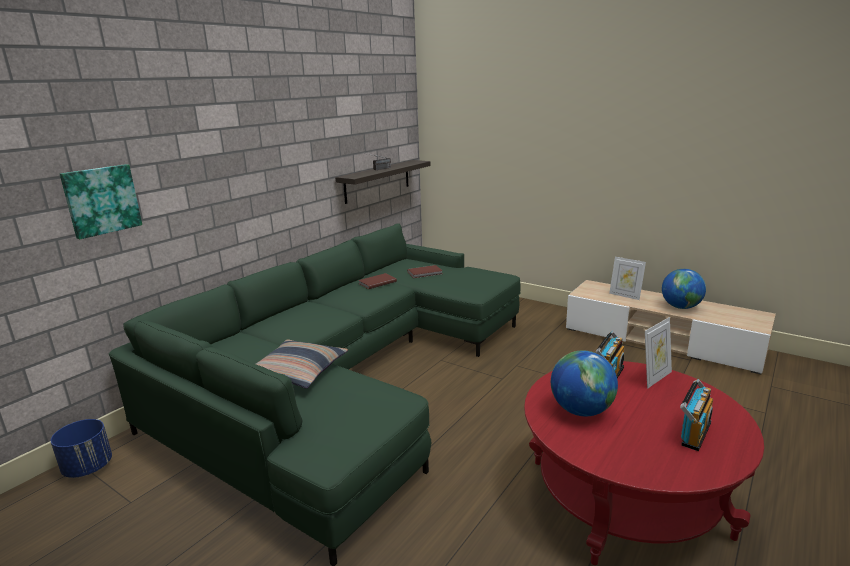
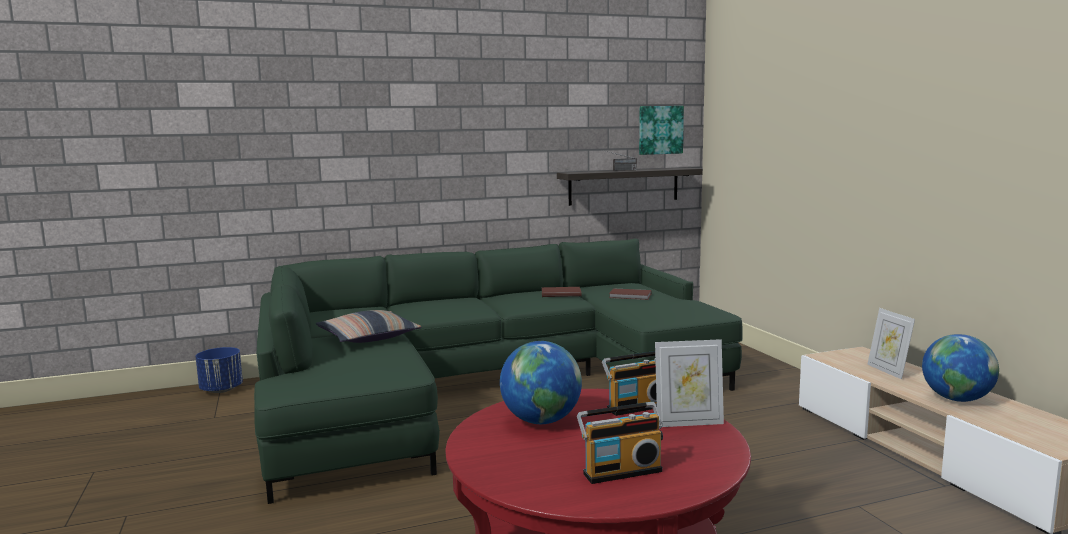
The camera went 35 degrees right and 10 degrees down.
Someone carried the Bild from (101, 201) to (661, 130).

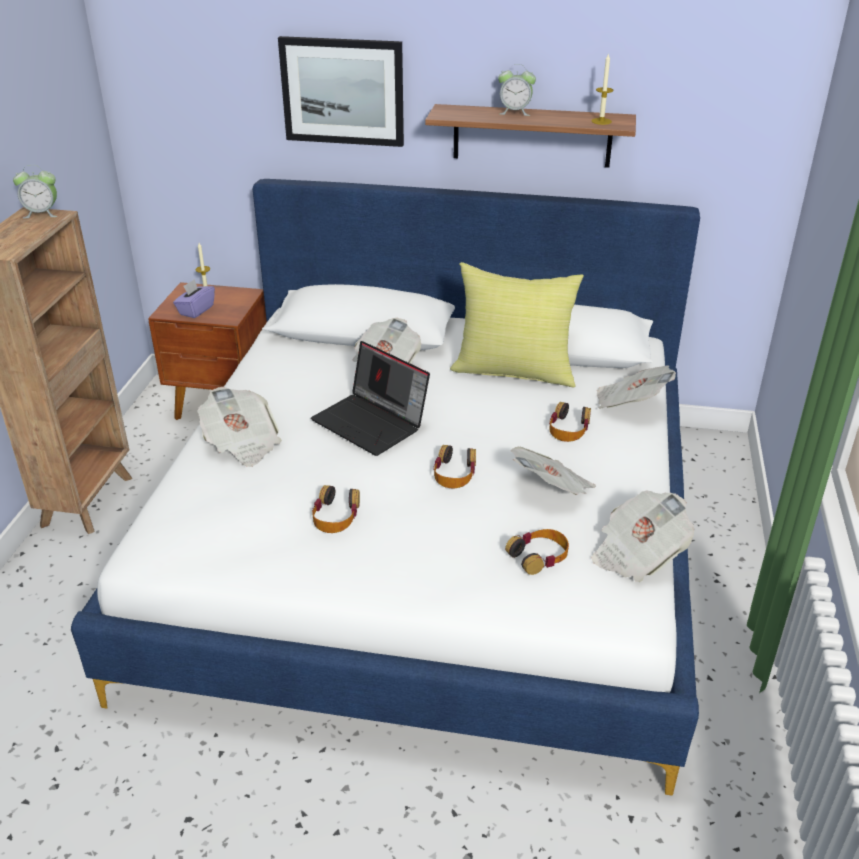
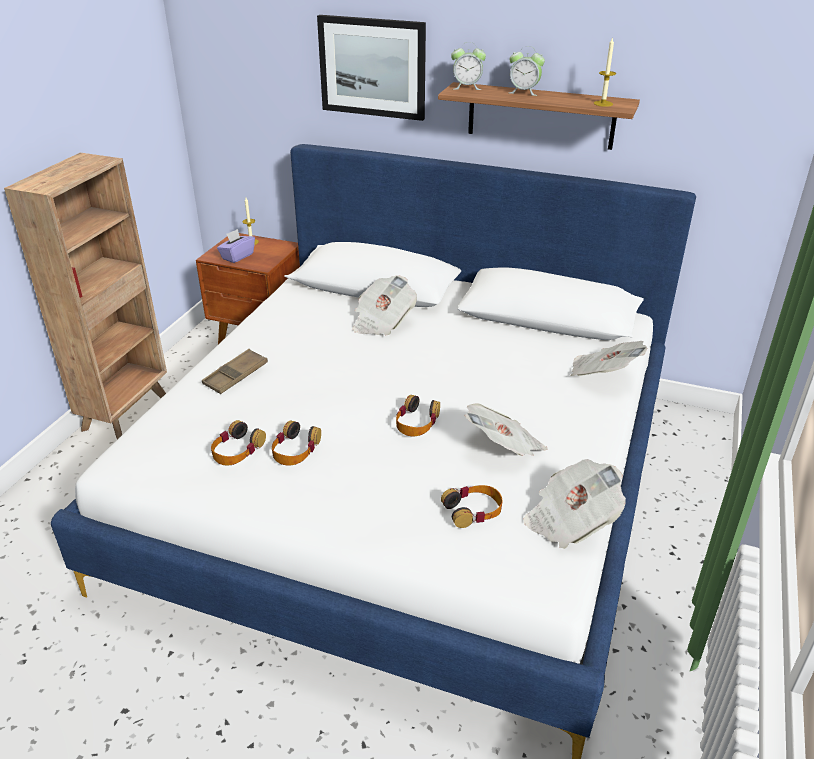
The camera went 10 degrees right and 0 degrees up.
Someone swapped the Zeitung at (240, 427) for the Tablett (braun) at (235, 371).
Someone carried the Kopfhörer from (570, 422) to (238, 443).
Someone carried the Wecker from (35, 191) to (468, 66).
Someone took away the Laptop at (370, 398).
Someone took away the Kissen (gelb) at (517, 324).

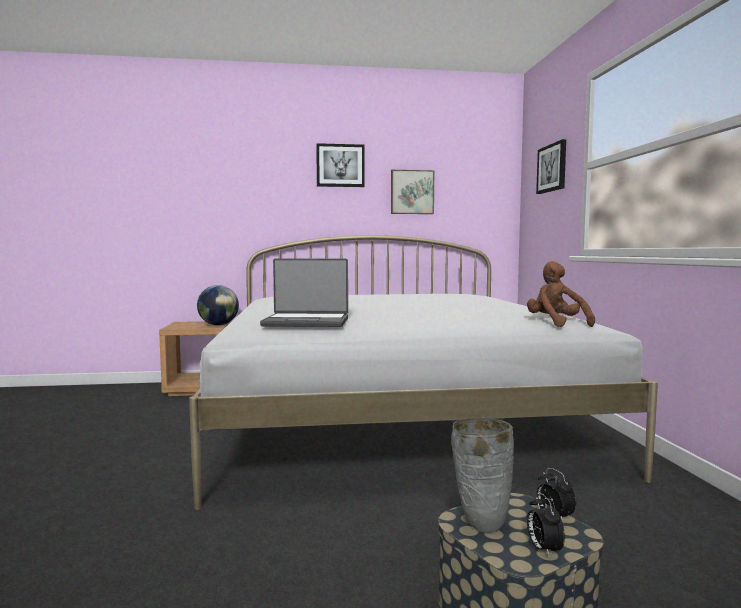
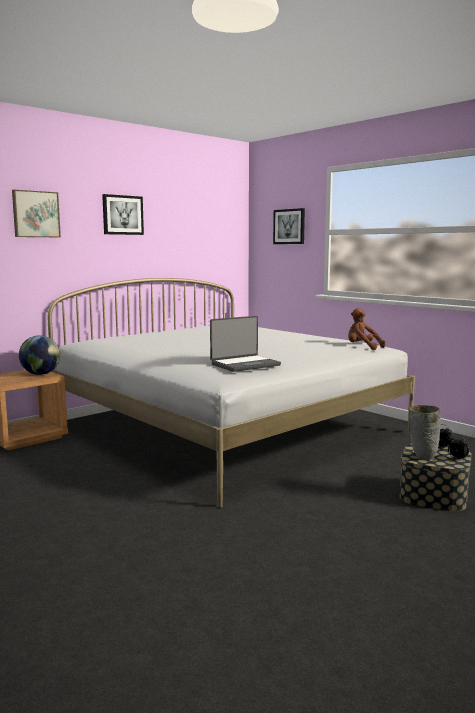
The camera went 35 degrees left and 5 degrees up.
Someone carried the Bild from (413, 192) to (36, 213).

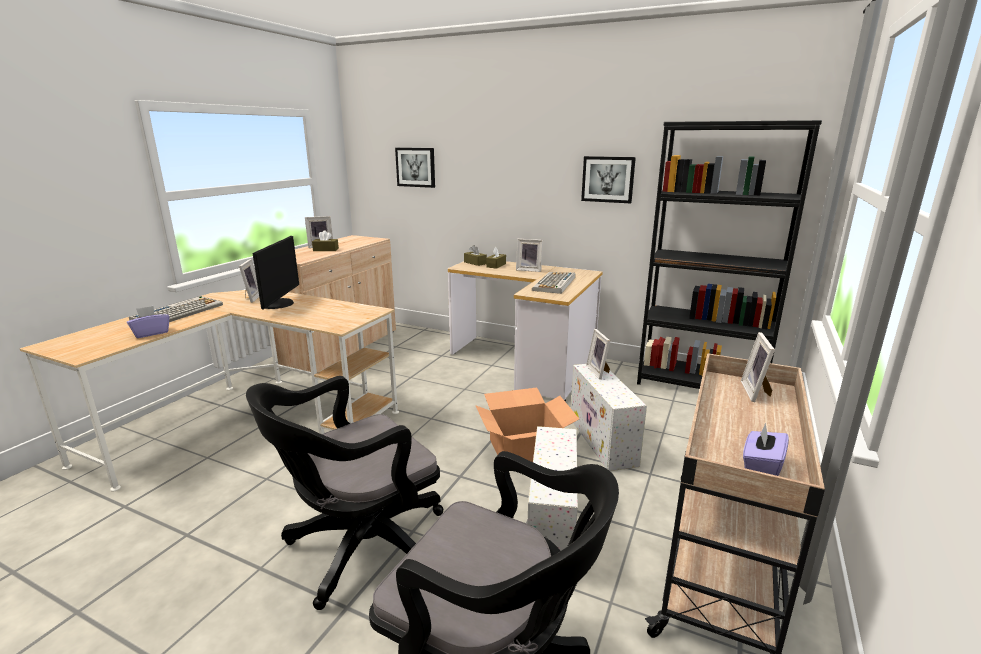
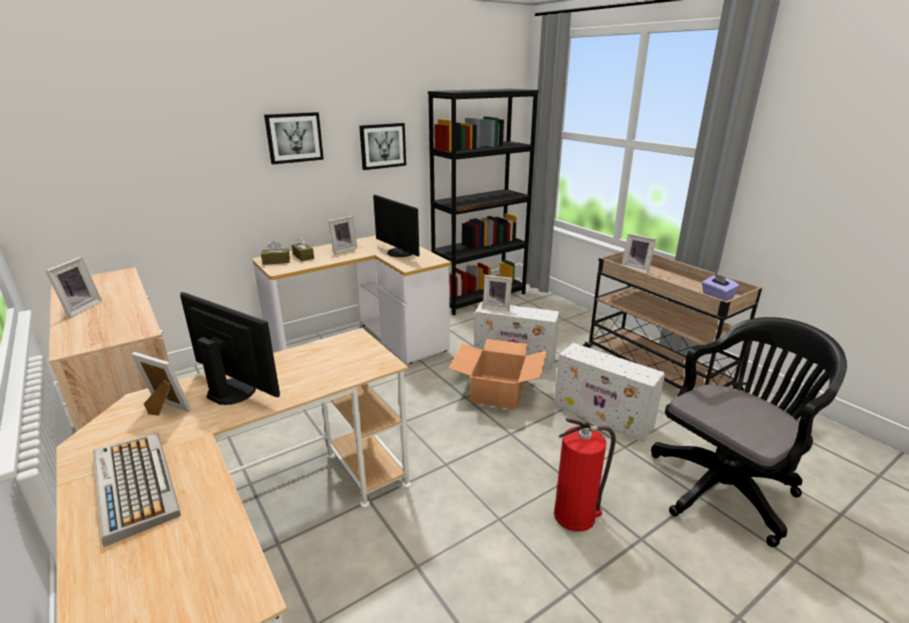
The camera went 60 degrees left and 5 degrees up.
Someone carried the Bild from (415, 168) to (294, 138).
Someone swapped the Tastatur at (553, 283) for the Monitor at (396, 225).
Someone swapped the Bürostuhl (schwarz) at (345, 493) for the Feuerlöscher at (585, 475).
Someone took away the Taschentuchbox (lila) at (148, 322).
Someone took away the Taschentuchbox (braun) at (325, 240).

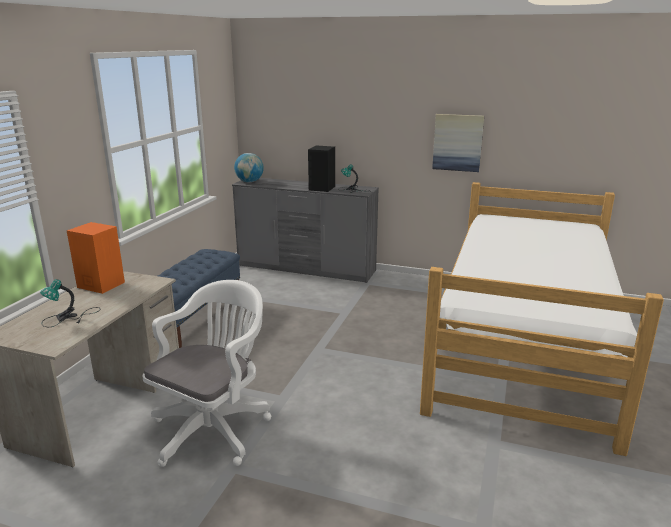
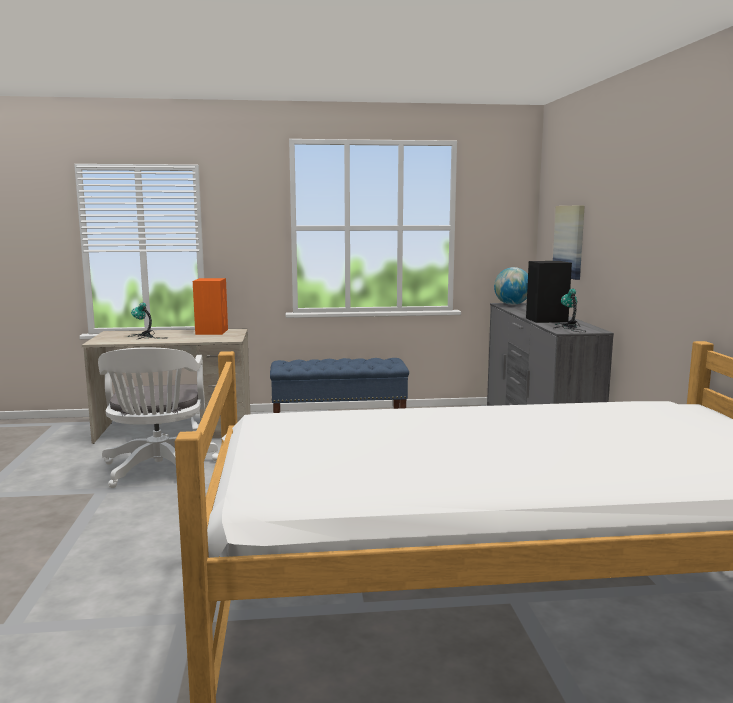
The camera went 65 degrees right and 10 degrees down.
Someone rotated the Bürostuhl (weiß) at (206, 373) by 75 degrees clockwise.
Someone carried the Bild from (458, 143) to (569, 242).

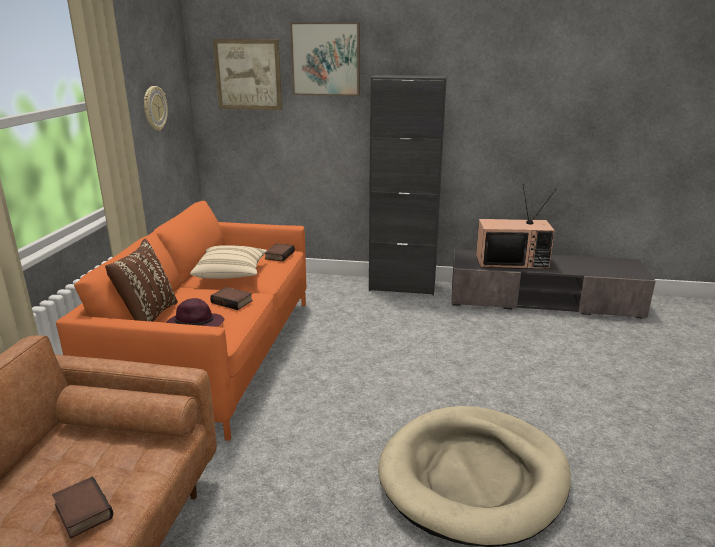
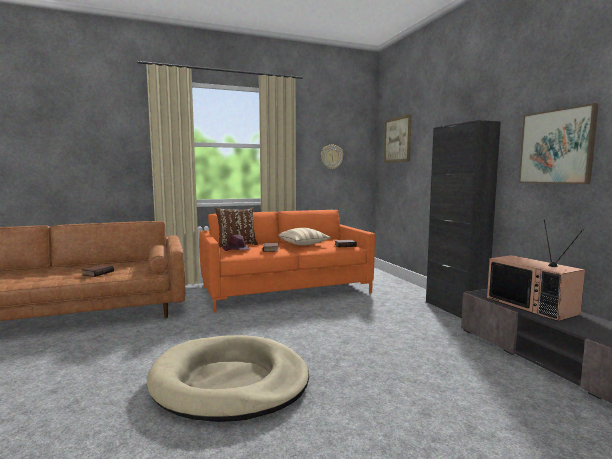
The camera went 60 degrees right and 15 degrees down.
Someone carried the Bild from (325, 59) to (559, 143).

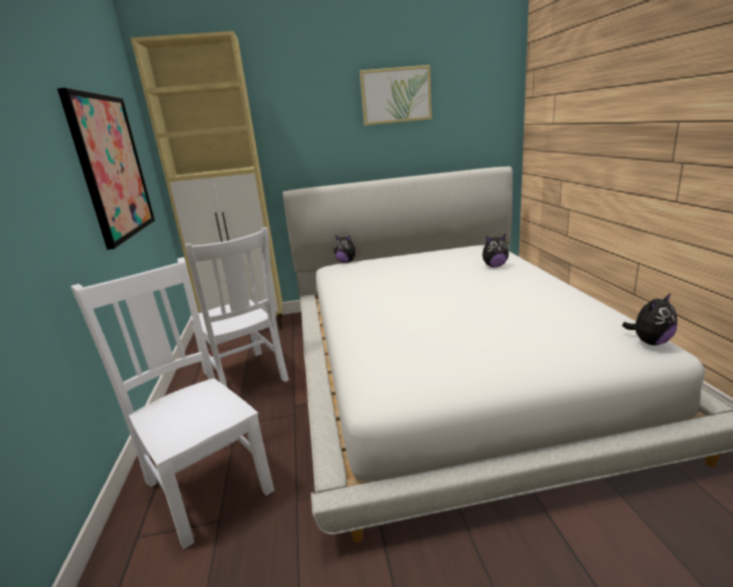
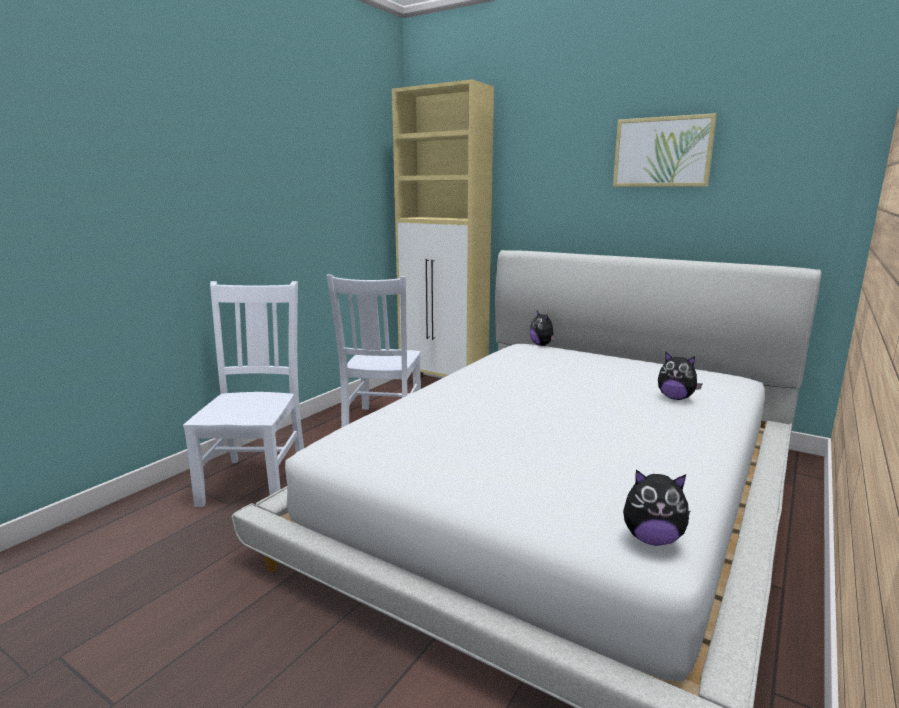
The camera went 40 degrees right and 5 degrees down.
Someone took away the Bild at (106, 169).

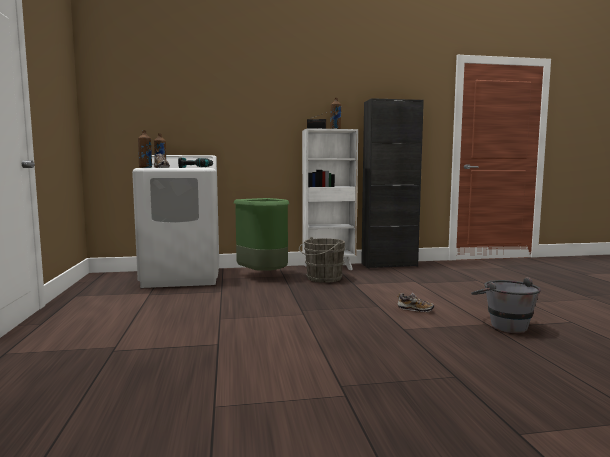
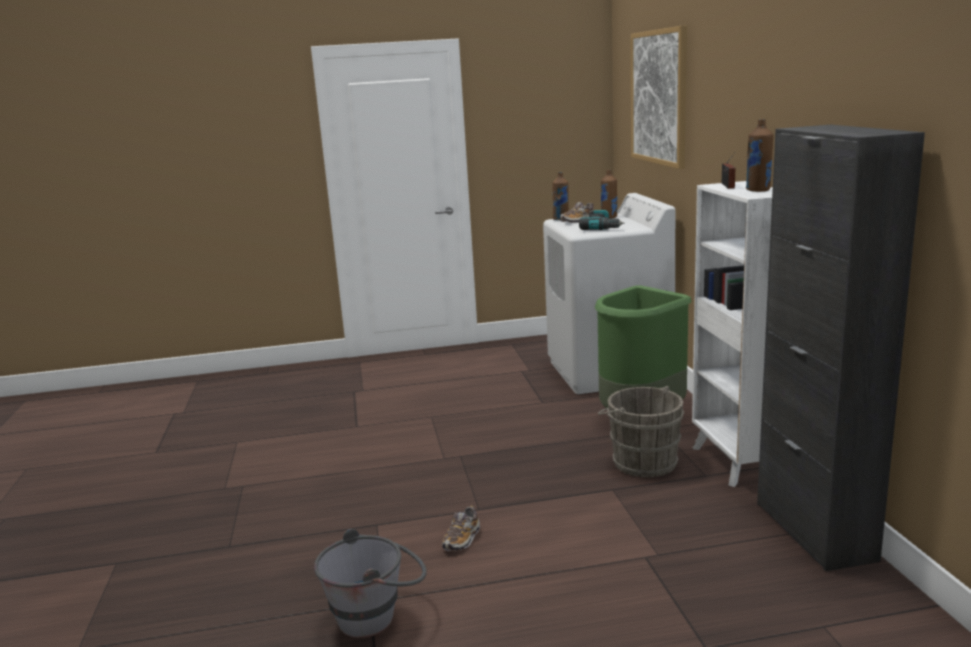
The camera went 90 degrees right and 10 degrees up.
Someone put up the Bild at (659, 97).

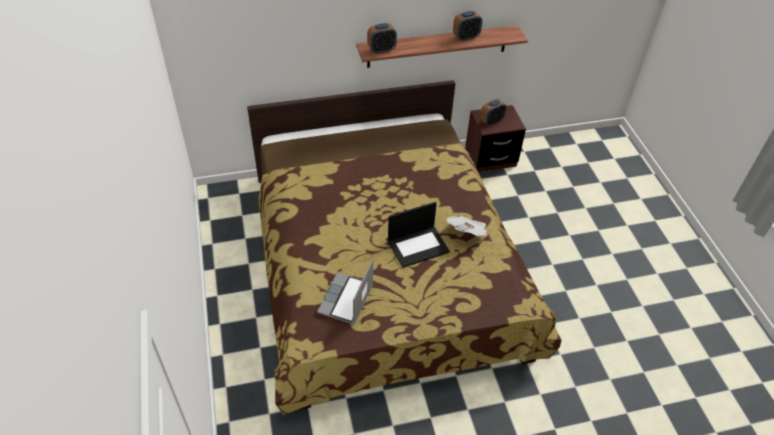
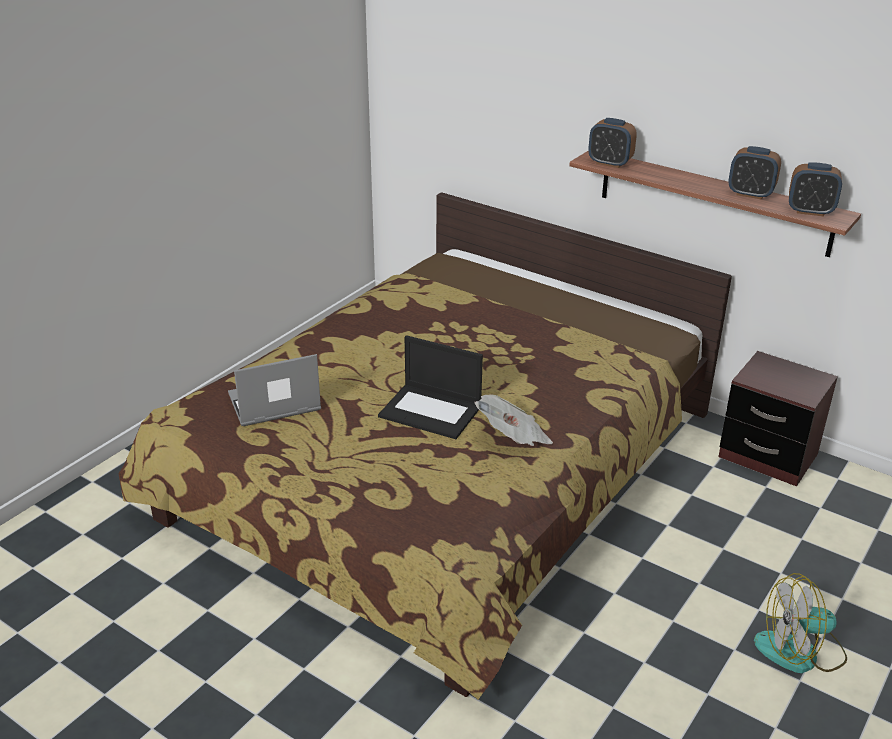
The camera went 50 degrees right and 15 degrees down.
Someone put down the Ventilator at (800, 623).
Someone carried the Wecker from (493, 112) to (815, 189).

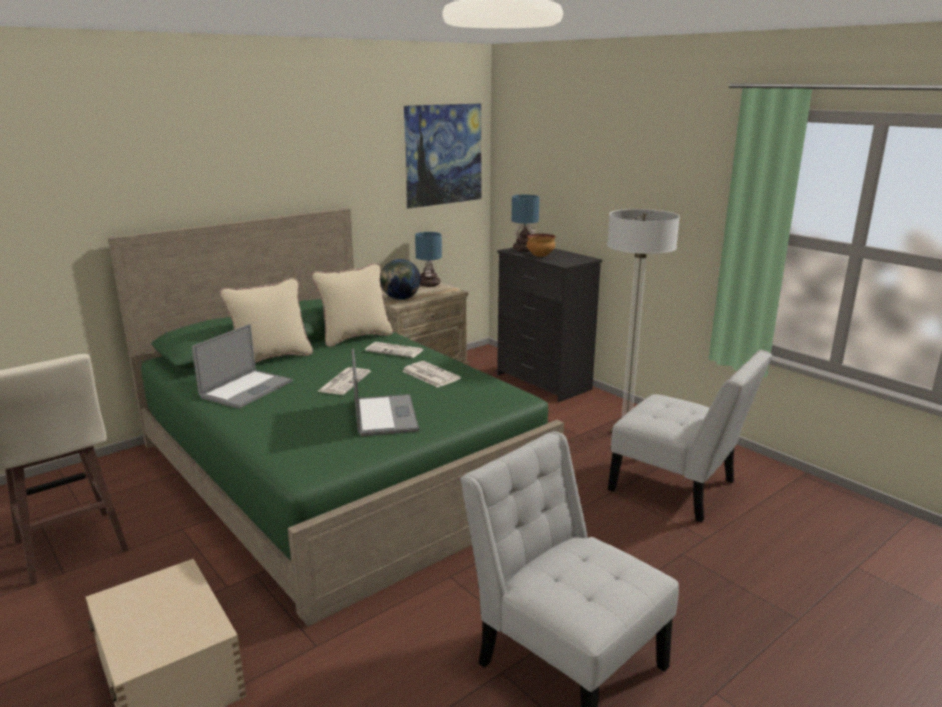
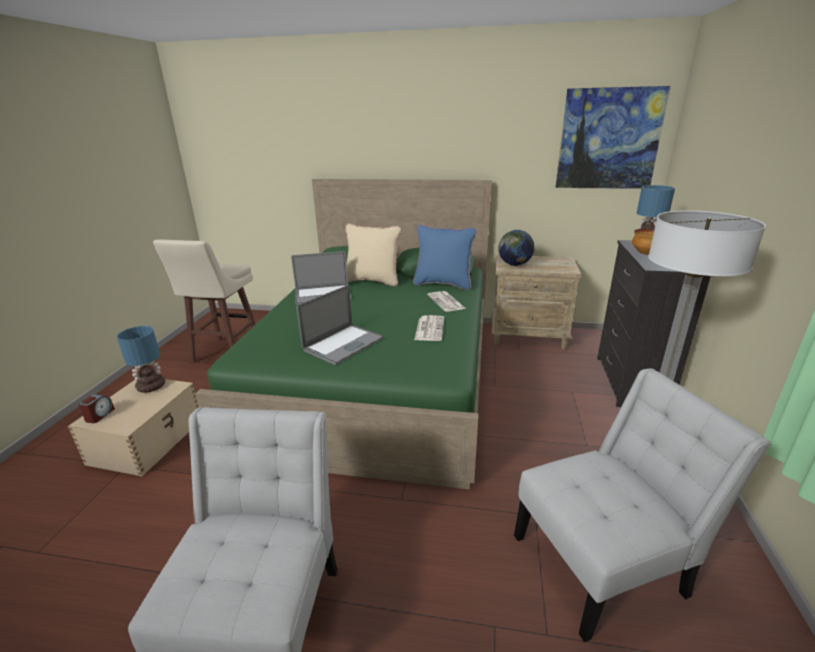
The camera went 50 degrees right and 5 degrees up.
Someone put down the Wecker at (96, 409).
Someone carried the Tischlampe from (428, 259) to (141, 359).
Someone repainted the Kissen (beige) at (352, 305), which became the Kissen (blau) at (444, 257).
Someone rotated the Stuhl (weiß) at (690, 436) by 105 degrees counterclockwise.
Someone took away the Zeitung at (344, 381).

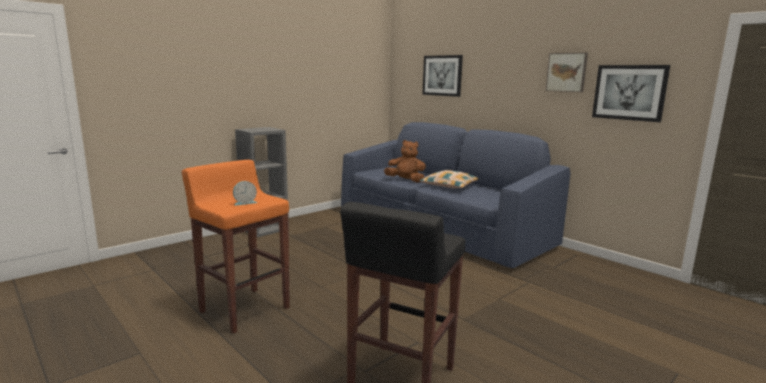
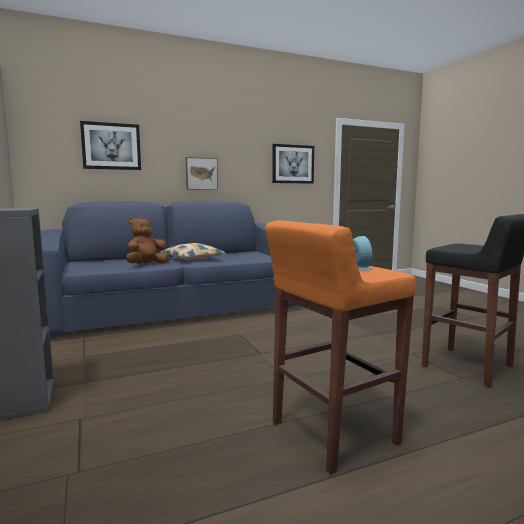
The camera went 70 degrees left and 5 degrees down.
Someone carried the Bild from (567, 72) to (202, 173).

